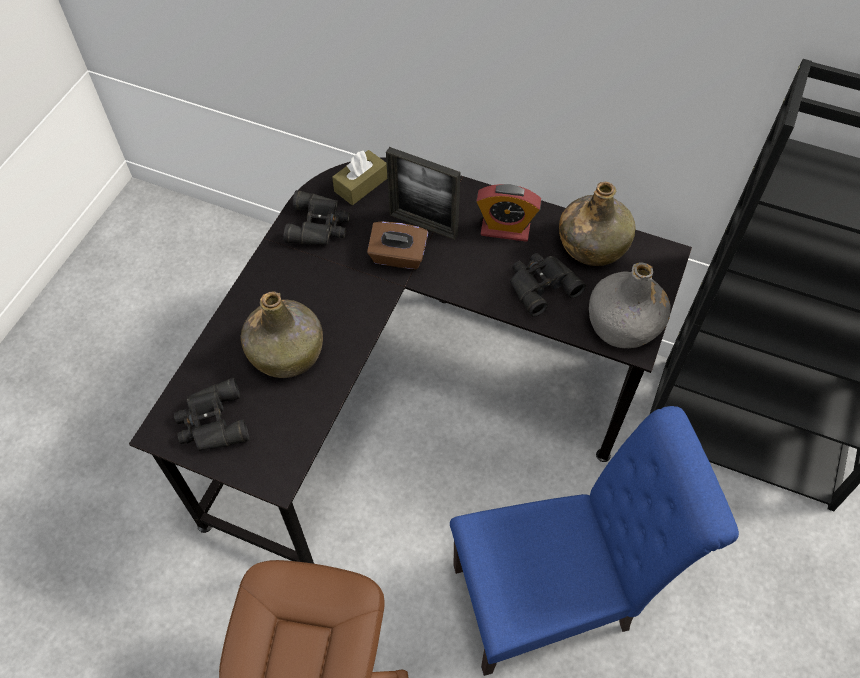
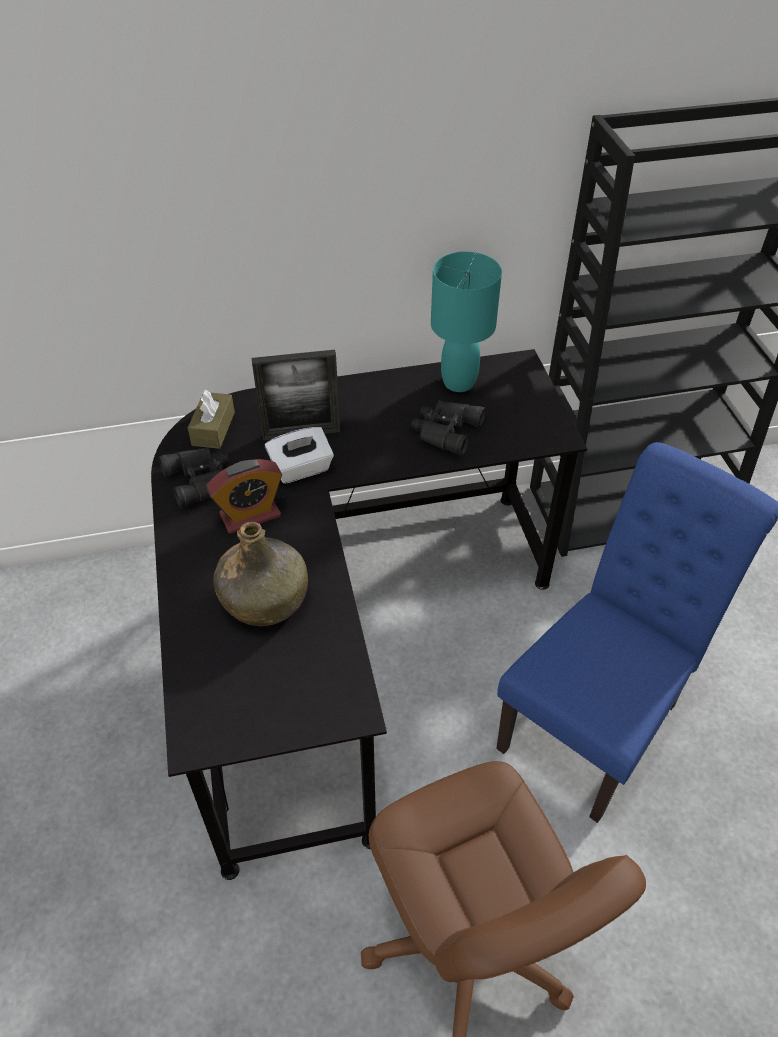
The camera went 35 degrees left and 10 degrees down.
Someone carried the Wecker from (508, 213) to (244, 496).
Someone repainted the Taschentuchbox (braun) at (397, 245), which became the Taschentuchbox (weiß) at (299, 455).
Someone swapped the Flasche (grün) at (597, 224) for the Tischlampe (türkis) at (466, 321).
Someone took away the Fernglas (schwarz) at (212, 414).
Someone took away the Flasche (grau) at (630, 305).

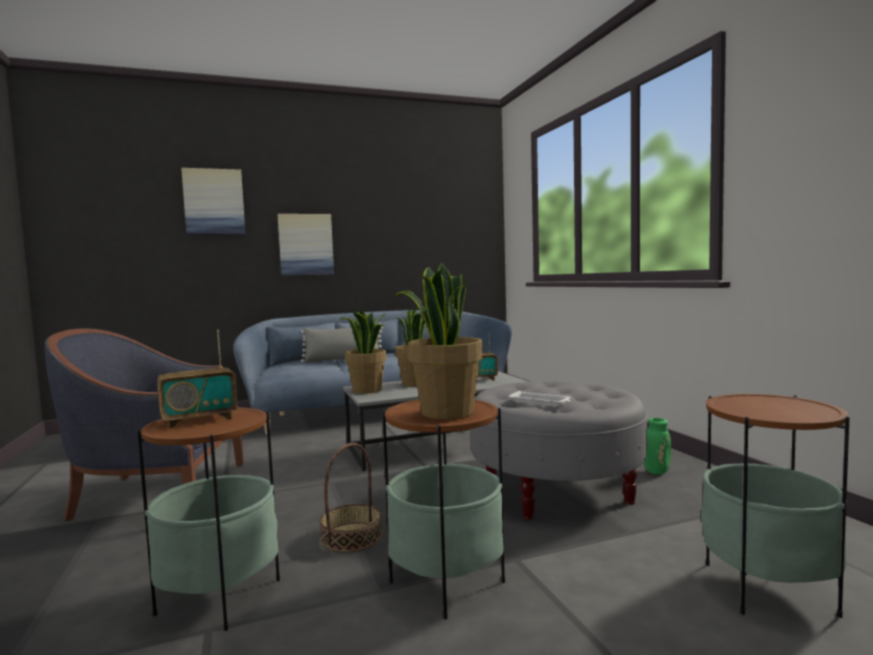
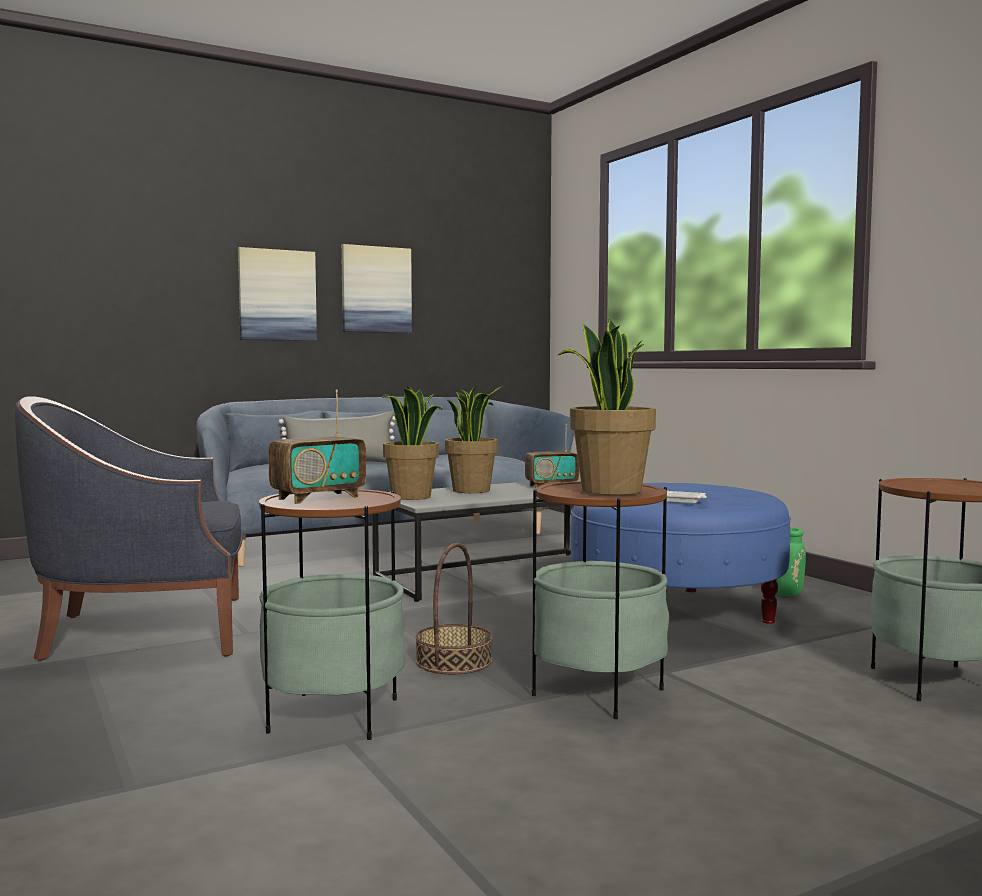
The camera went 10 degrees left and 0 degrees up.
Someone carried the Bild from (213, 201) to (376, 288).
Someone repainted the Polsterhocker (grau) at (558, 450), which became the Polsterhocker (blau) at (681, 553).

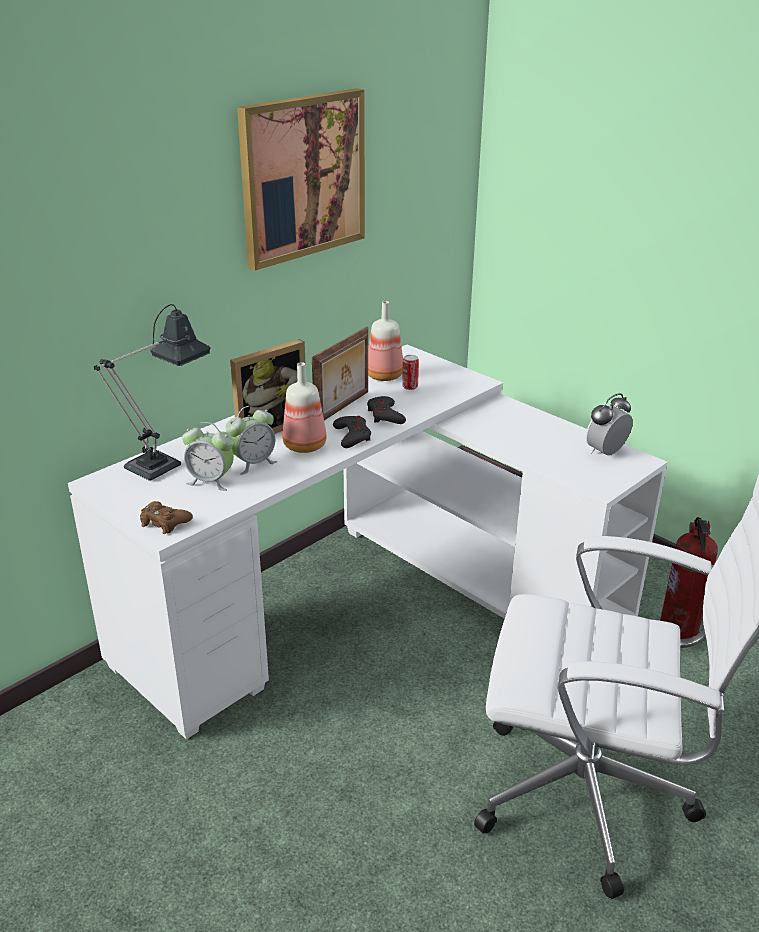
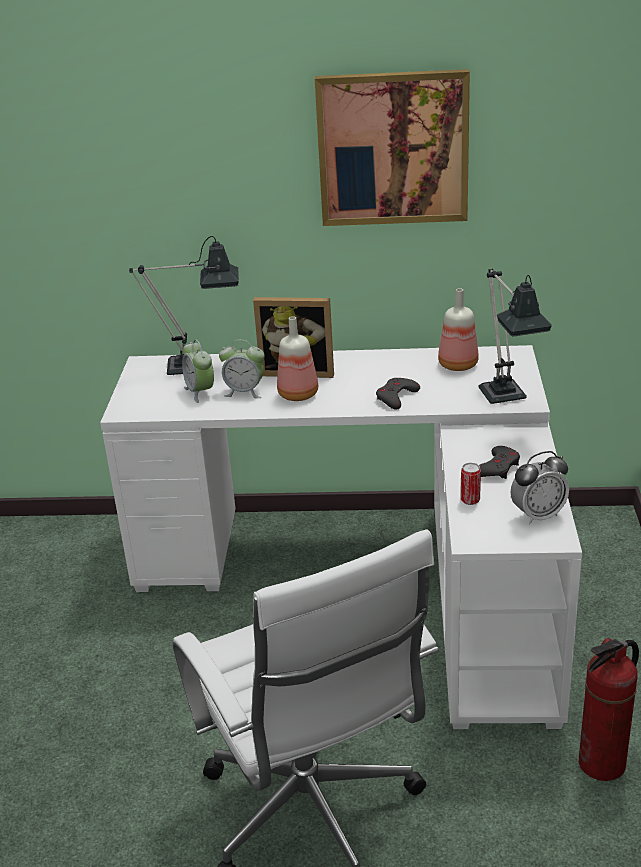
The camera went 50 degrees right and 0 degrees up.
Someone carried the Dose from (410, 372) to (471, 484).
Someone put down the Tischlampe at (515, 336).
Someone carried the Gamepad (grau) from (352, 432) to (499, 462).
Someone rotated the Wecker at (609, 424) by 150 degrees clockwise.
Someone took away the Gamepad (braun) at (166, 517).
Someone took away the Bilderrahmen at (340, 373).

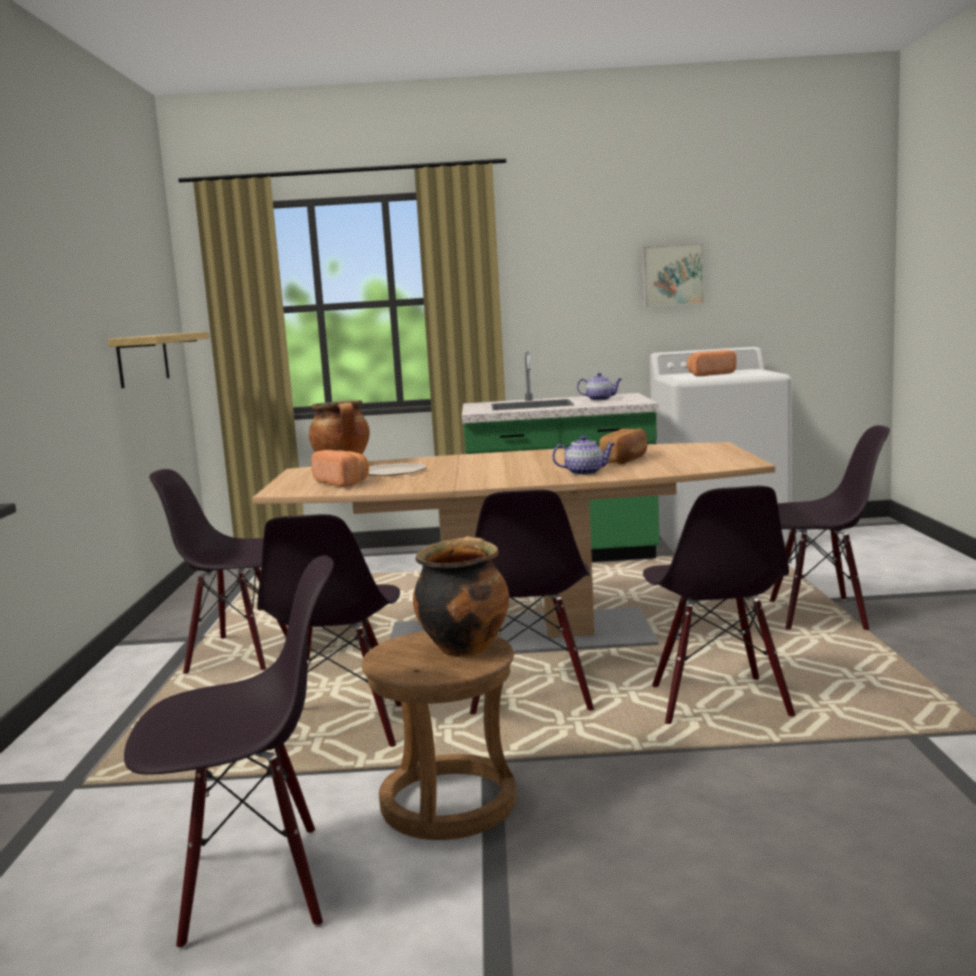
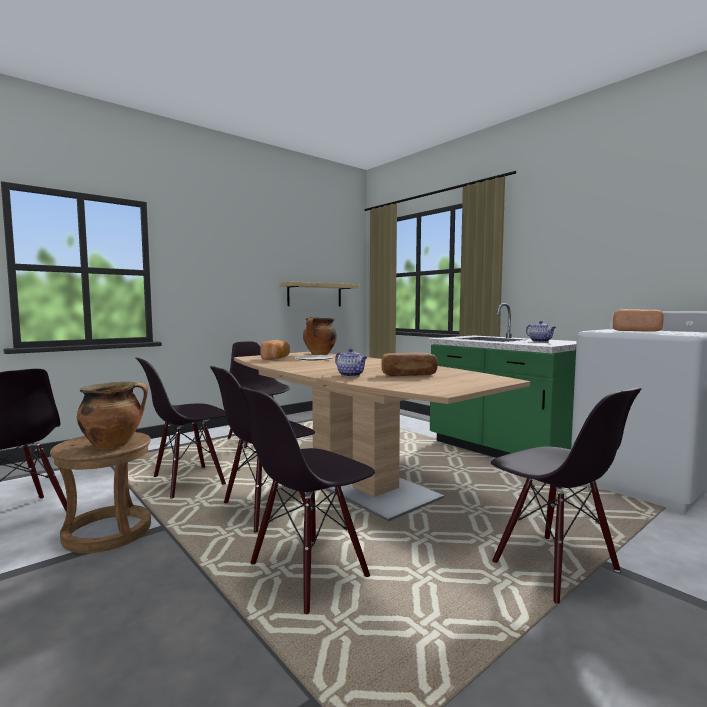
The camera went 50 degrees right and 5 degrees down.
Someone took away the Bild at (673, 275).

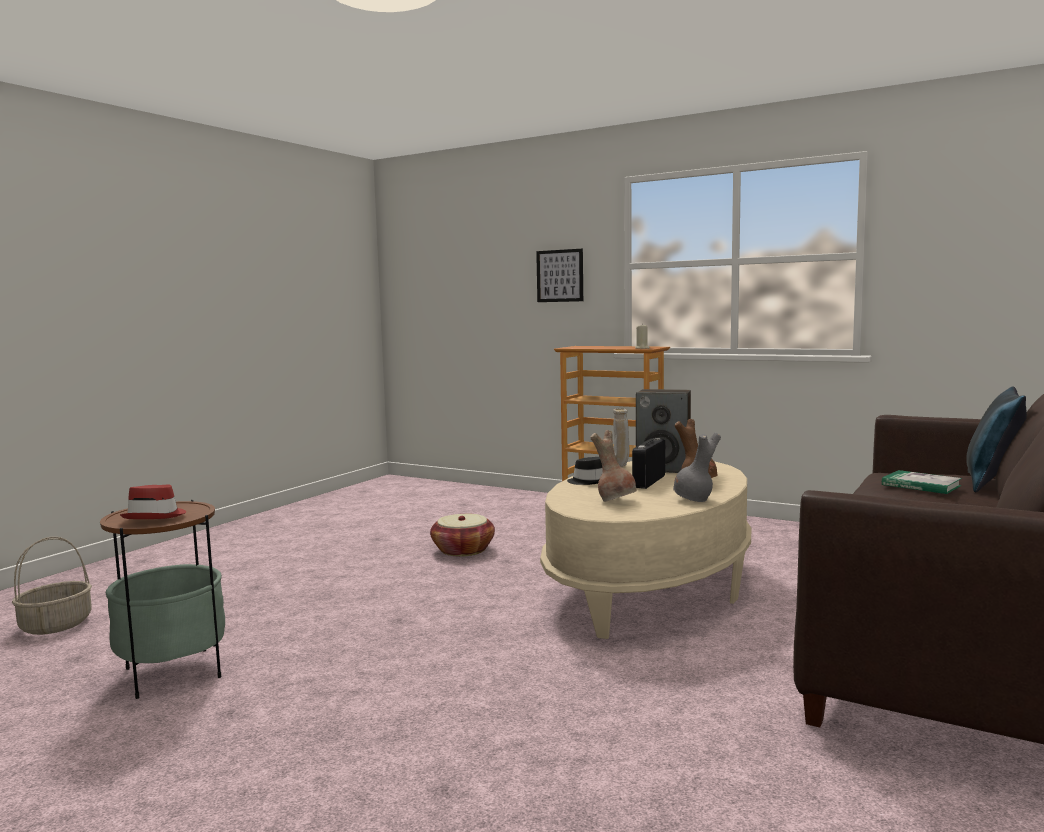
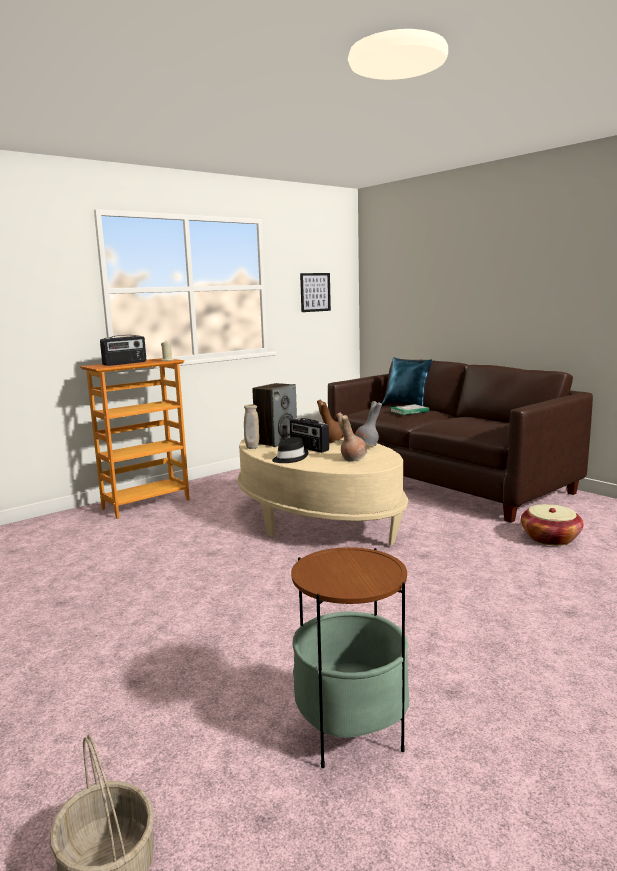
The camera went 70 degrees left and 5 degrees up.
Someone put down the Radio at (123, 350).
Someone carried the Bild from (559, 275) to (315, 292).
Someone carried the Korb from (462, 535) to (552, 525).
Someone took away the Hut (rot) at (153, 501).

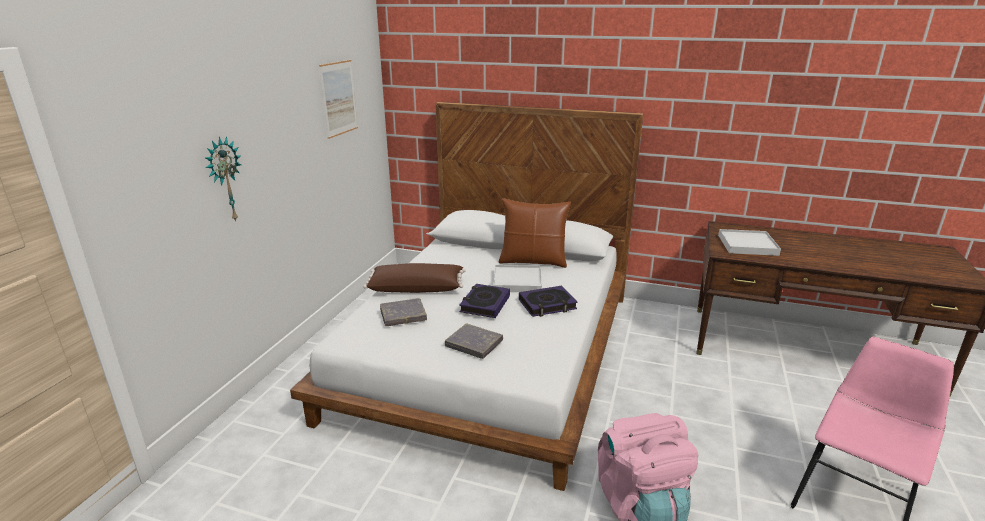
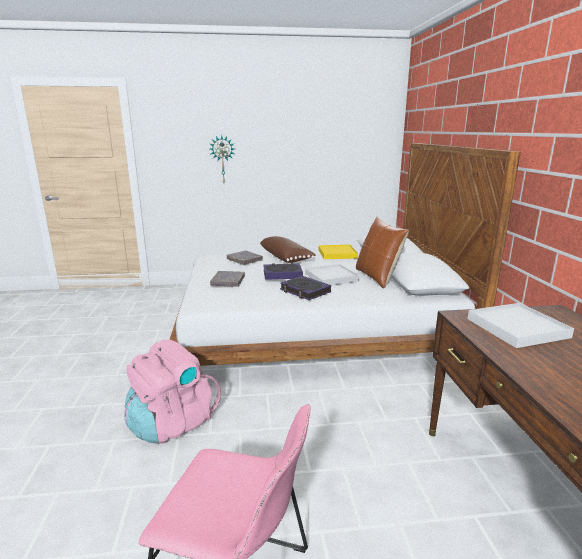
The camera went 65 degrees right and 5 degrees down.
Someone put down the Tablett (gelb) at (338, 252).
Someone took away the Bild at (338, 99).

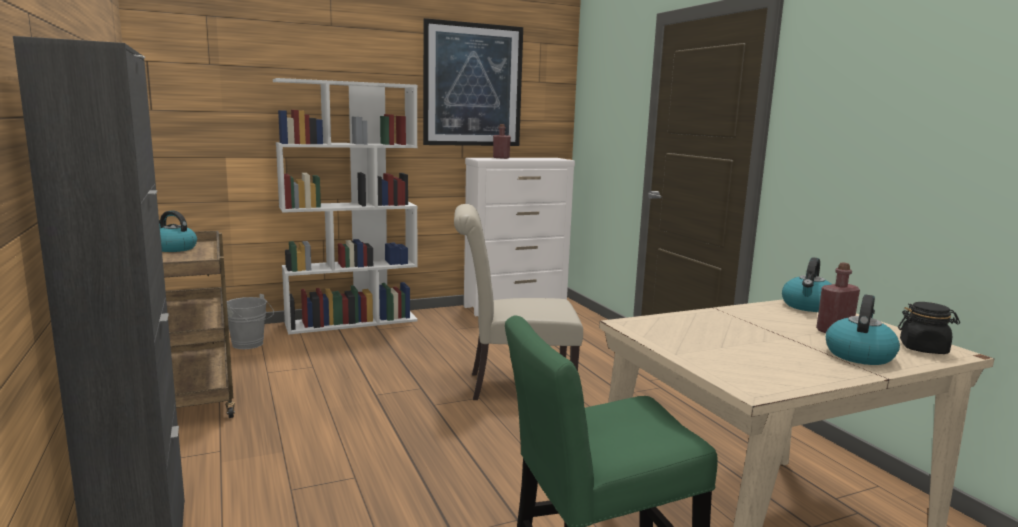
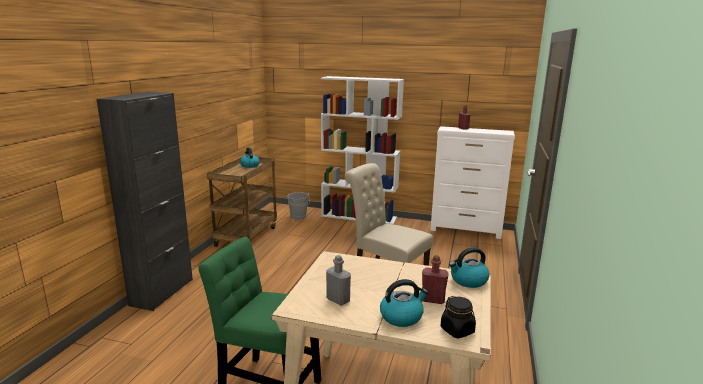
The camera went 40 degrees right and 5 degrees up.
Someone put down the Flasche (grau) at (338, 280).
Someone took away the Bild at (473, 82).

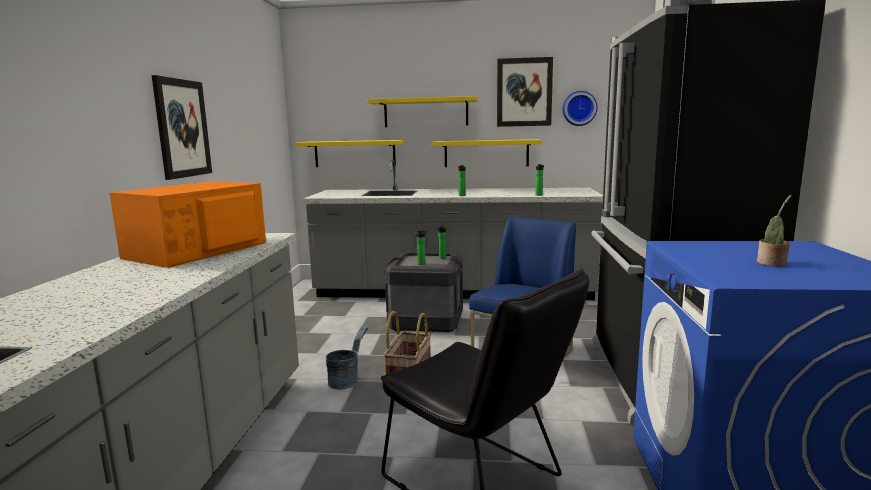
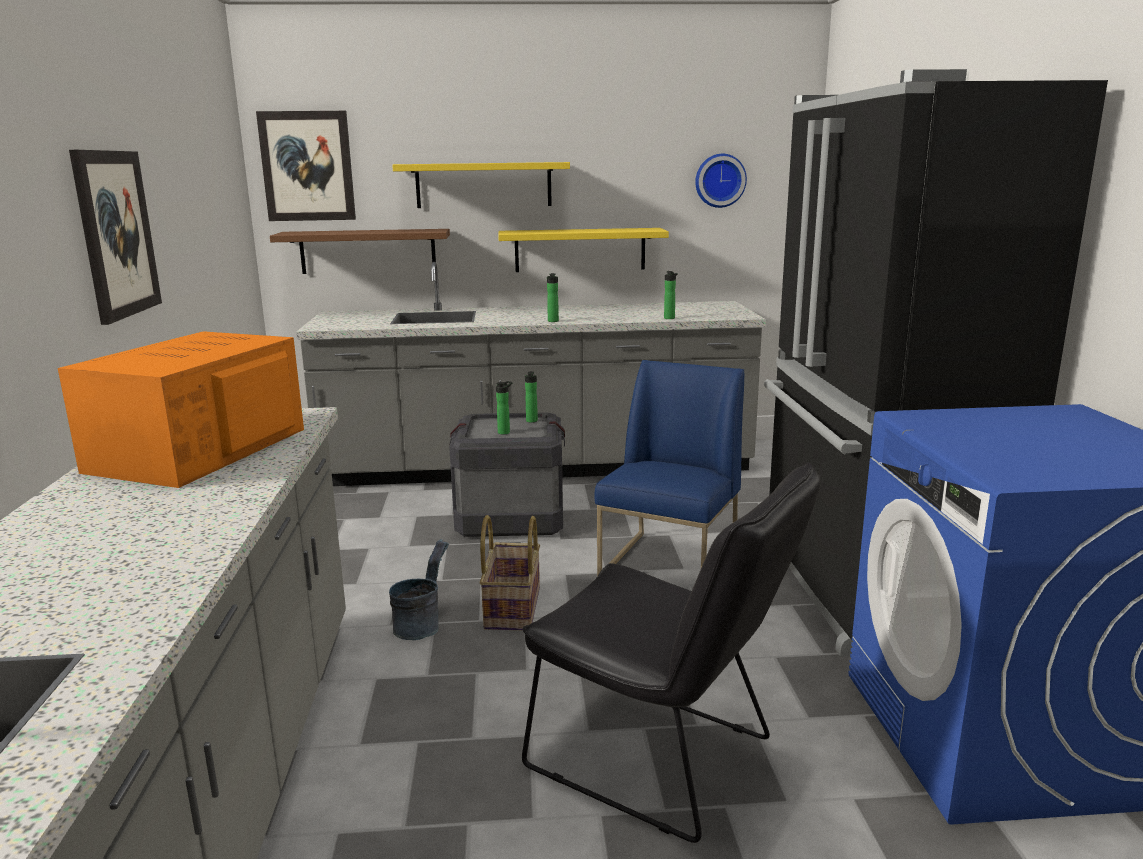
The camera went 10 degrees left and 5 degrees up.
Someone carried the Bild from (525, 92) to (306, 166).
Someone repainted the Wandregal (gelb) at (349, 153), which became the Wandregal (braun) at (360, 251).
Someone took away the Topfpflanze at (774, 231).

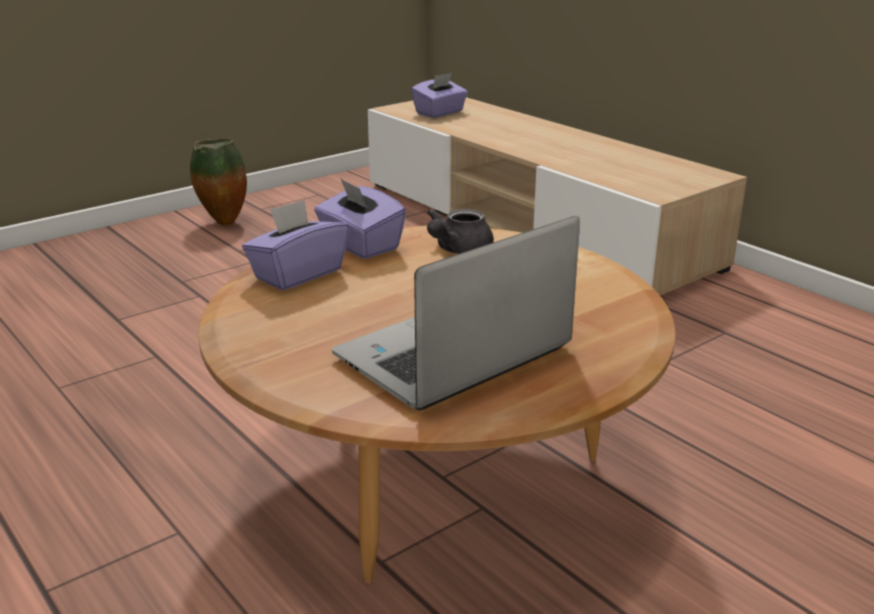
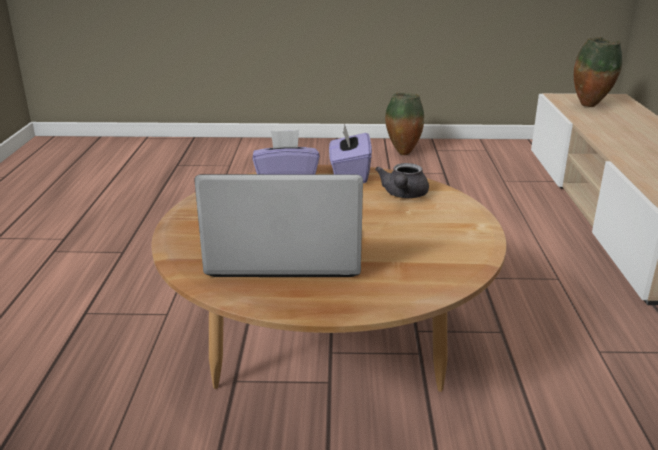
The camera went 40 degrees right and 0 degrees up.
Someone rotated the Teekanne (grau) at (460, 231) by 60 degrees counterclockwise.
Someone swapped the Taschentuchbox (lila) at (439, 95) for the Vase at (598, 72).

